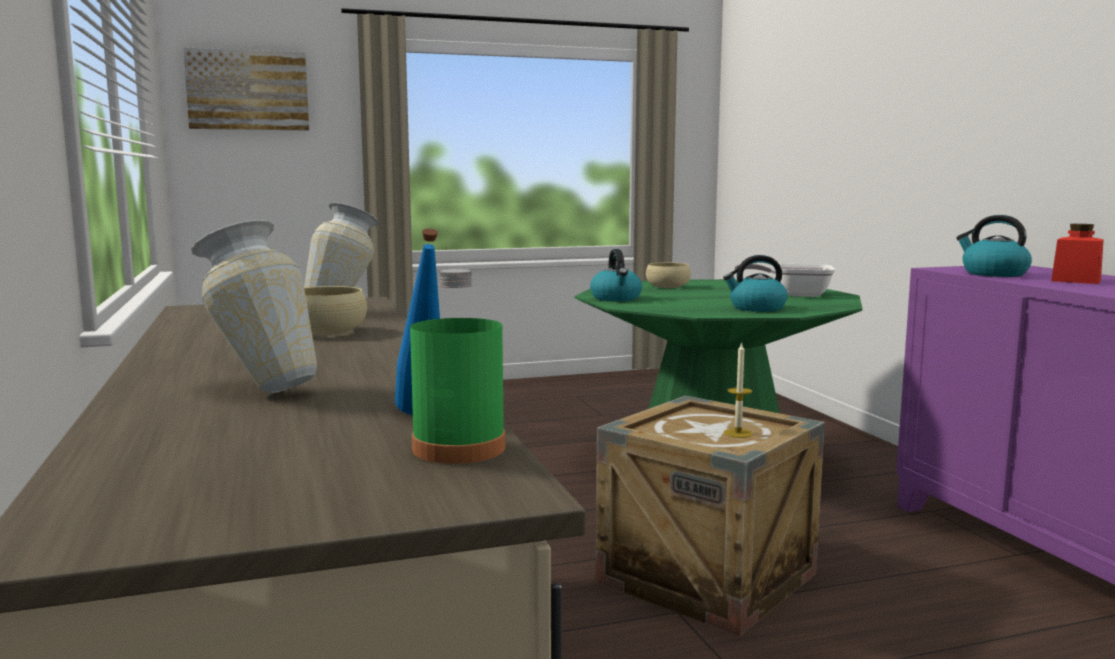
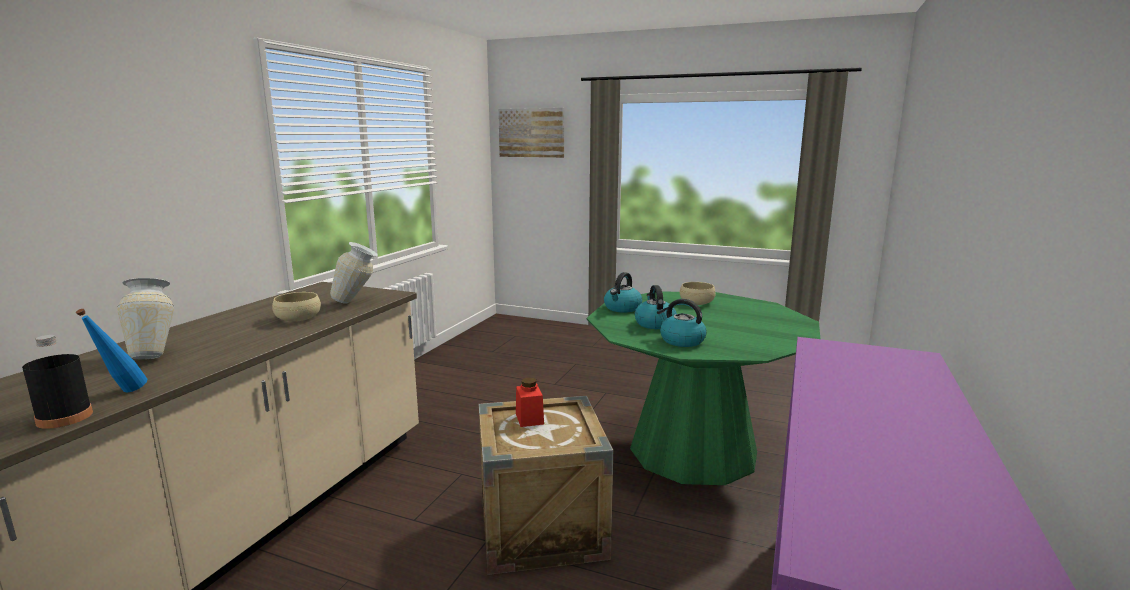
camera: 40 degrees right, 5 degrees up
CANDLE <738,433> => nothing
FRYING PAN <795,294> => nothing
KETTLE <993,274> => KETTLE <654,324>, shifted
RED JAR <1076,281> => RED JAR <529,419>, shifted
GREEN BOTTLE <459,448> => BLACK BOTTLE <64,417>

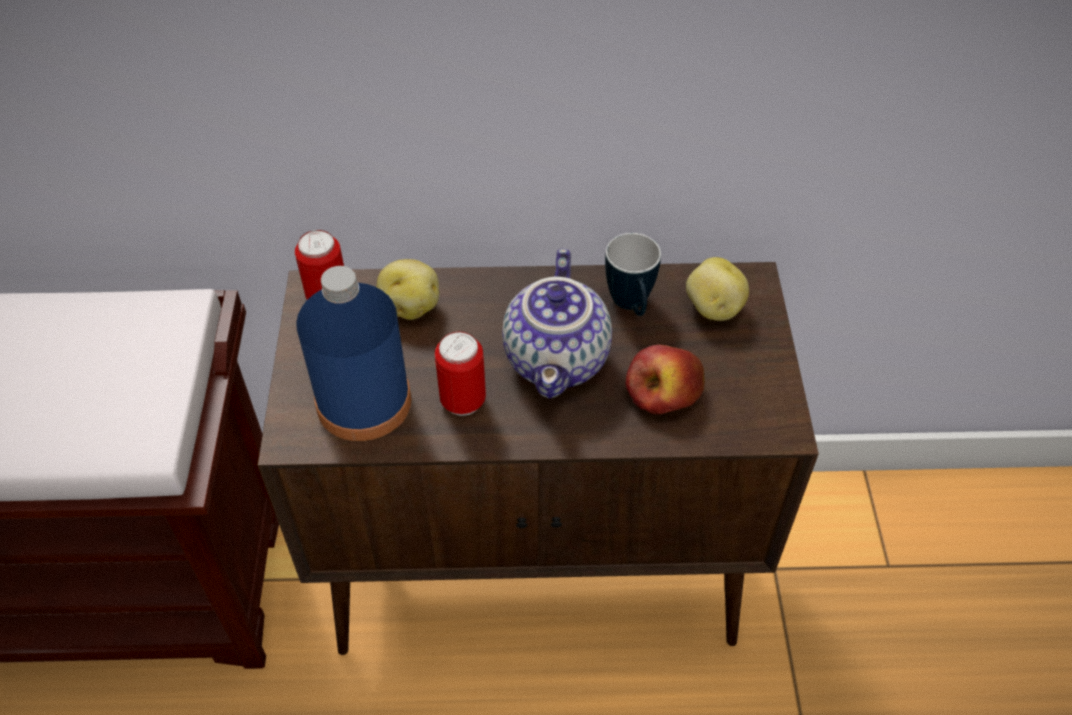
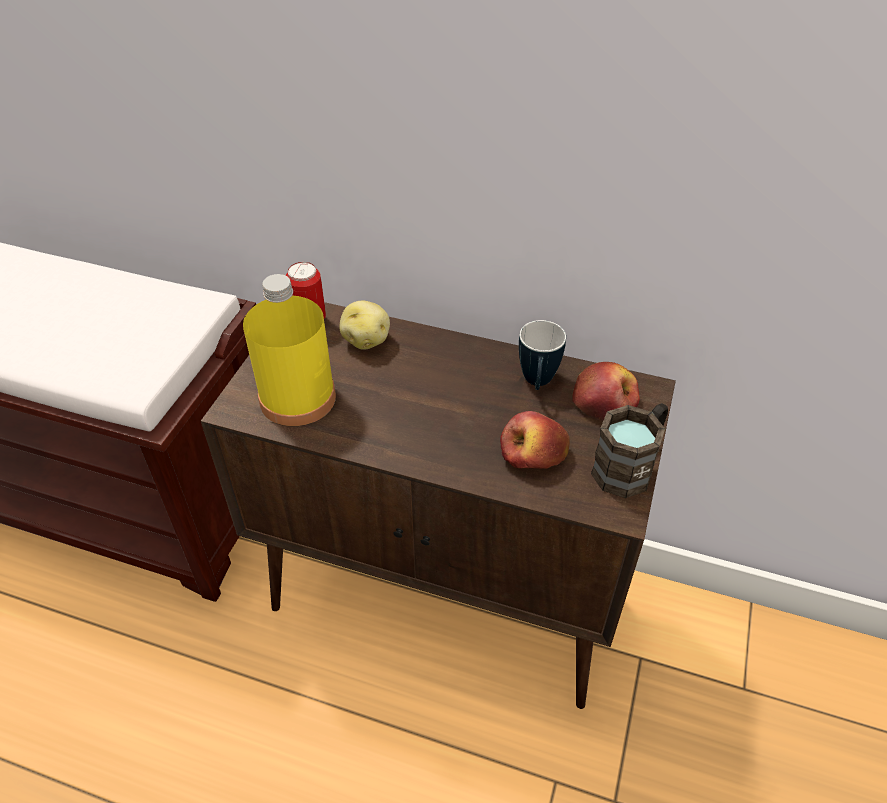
camera: 20 degrees right, 5 degrees down
CAN <463,401> => nothing
TEAPOT <559,361> => nothing
nothing => BROWN MUG <629,466>
POTATO <713,308> => APPLE <604,402>
BLUE BOTTLE <364,402> => YELLOW BOTTLE <297,398>

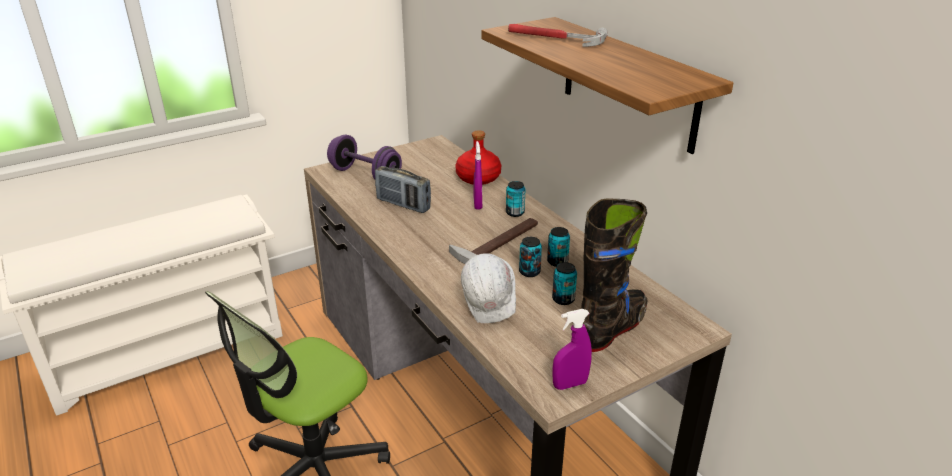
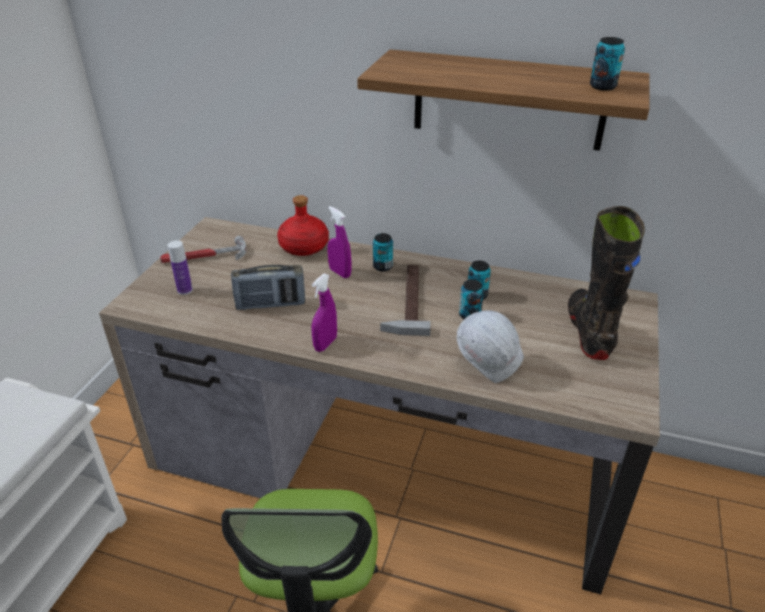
camera: 40 degrees left, 5 degrees up
HAMMER <554,39> => HAMMER <204,257>, shifted
CAN <563,299> => CAN <602,87>, shifted
PURPLE SPRAY BOTTLE <570,384> => PURPLE SPRAY BOTTLE <325,344>, shifted
PURPLE DUMBBELL <365,175> => BOTTLE <185,290>

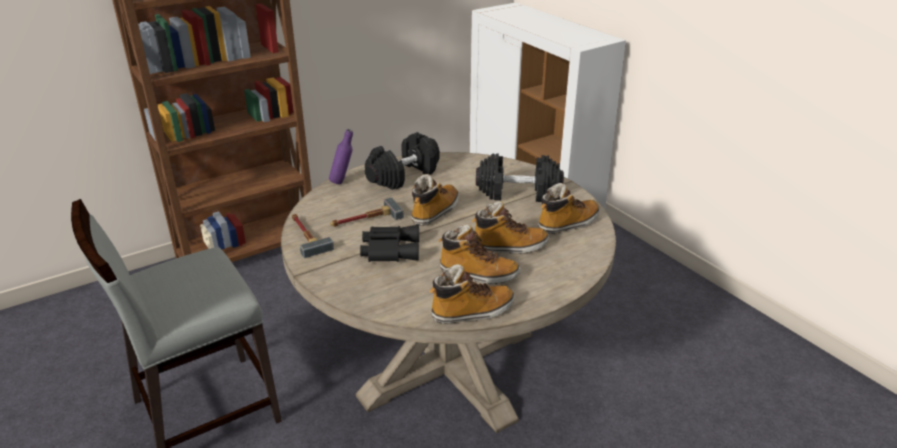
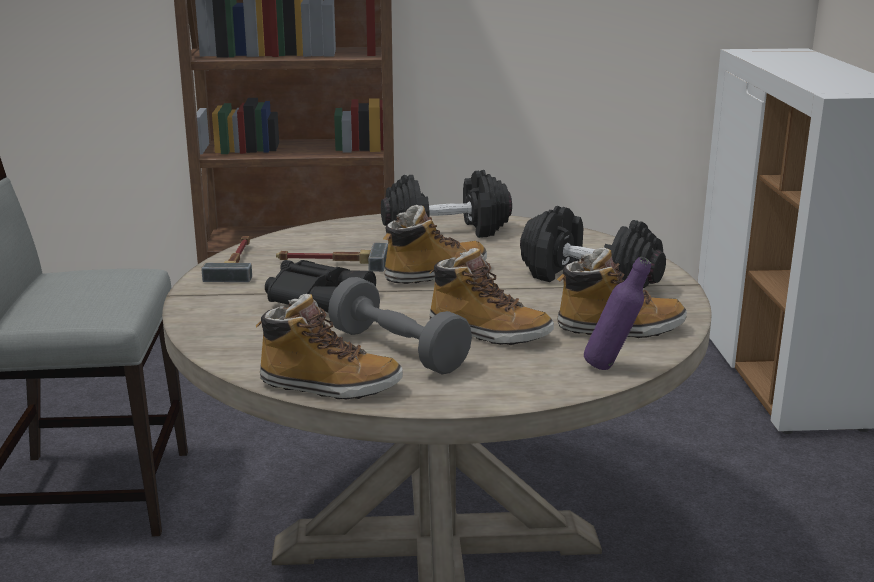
camera: 30 degrees right, 10 degrees down
PURPLE BOTTLE <343,181> => PURPLE BOTTLE <612,367>, shifted
BOOT <478,274> => GREY DUMBBELL <398,350>

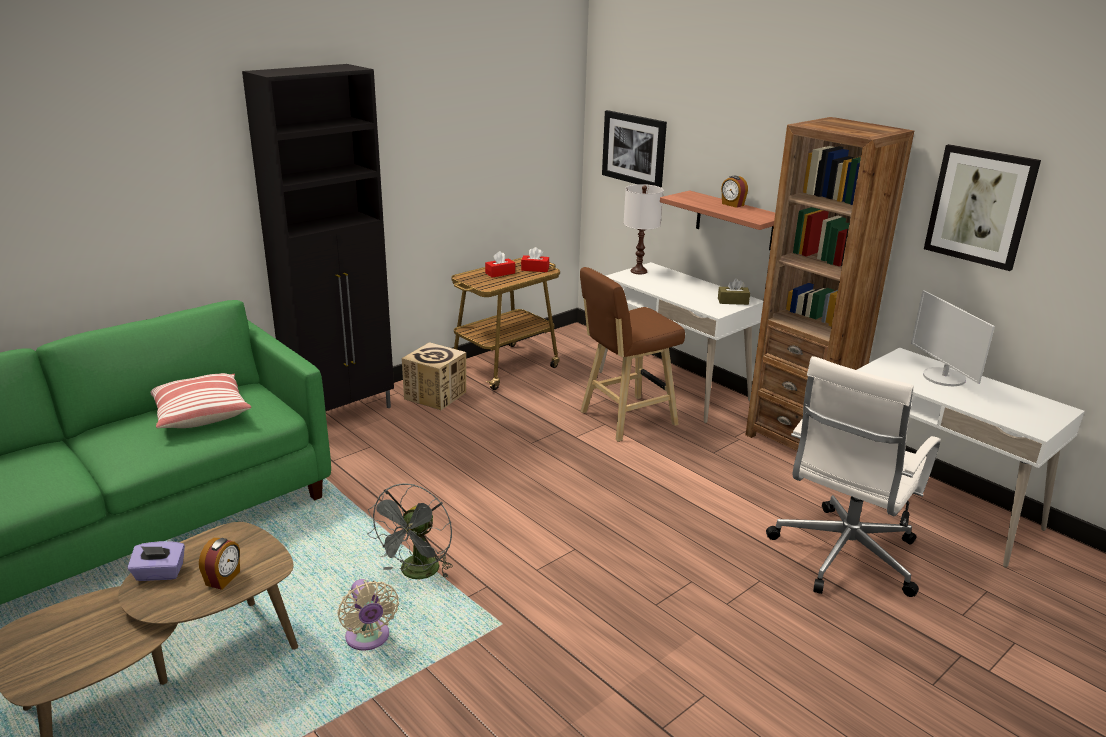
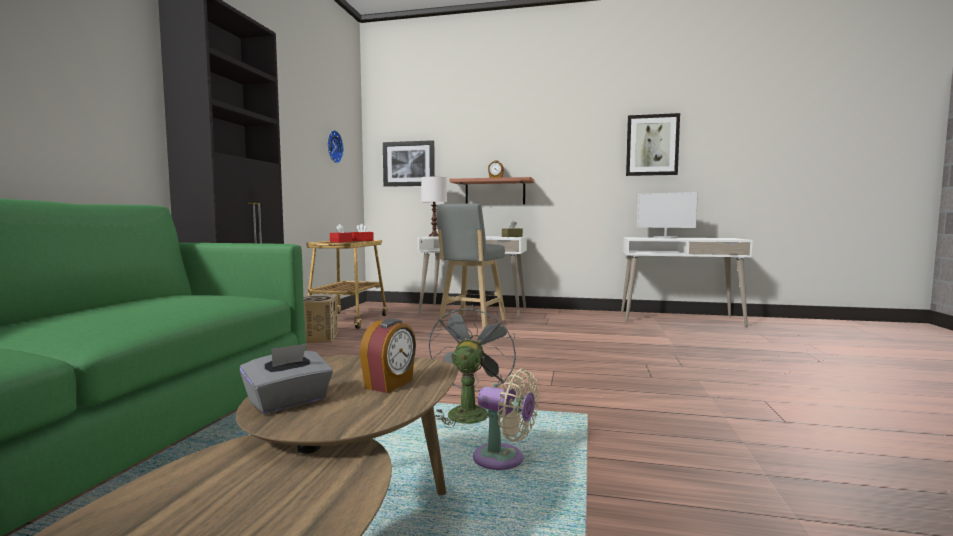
camera: 35 degrees left, 20 degrees down
PILLOW <200,413> => nothing
BROWN BOOKCASE <798,439> => nothing
WHITE OFFICE CHAIR <842,556> => nothing
nothing => WALL CLOCK <333,146>
PURPLE TISSUE BOX <159,573> => GREY TISSUE BOX <289,402>
BROWN STOOL <624,419> => GREY STOOL <471,323>
ALARM CLOCK <223,578> => ALARM CLOCK <390,384>, 45 degrees clockwise
GREY FAN <417,574> => GREY FAN <468,412>, 150 degrees counterclockwise

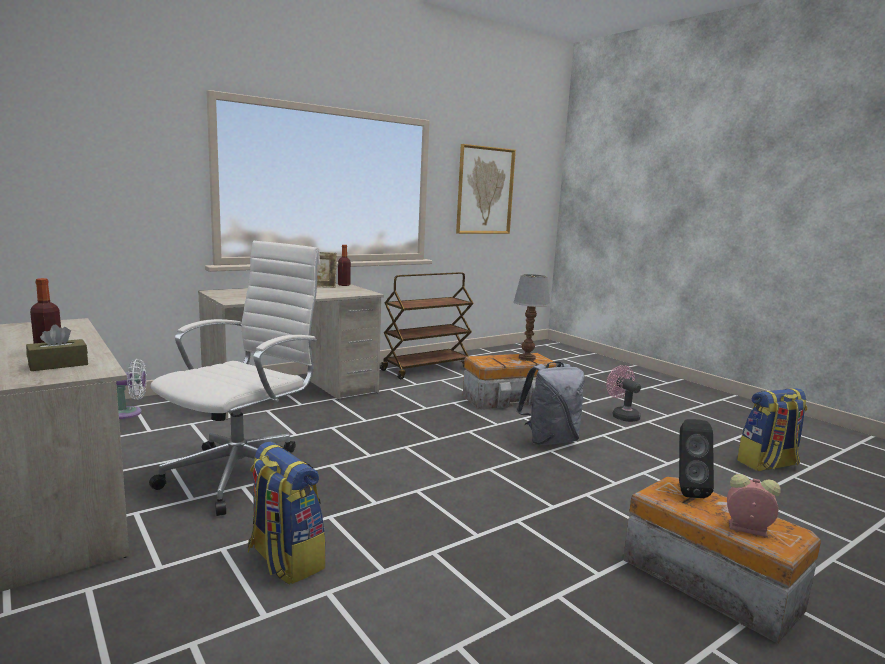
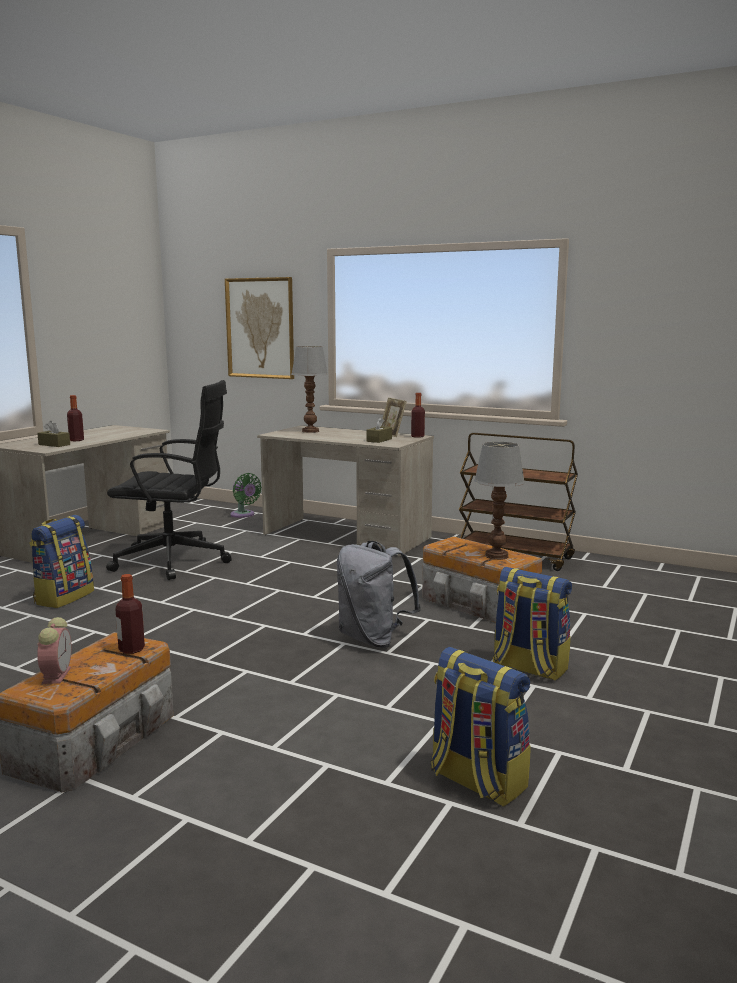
camera: 65 degrees right, 0 degrees up
nothing => TABLE LAMP <310,431>
nothing => BROWN TISSUE BOX <379,440>
PICTURE <485,190> => PICTURE <260,328>, shifted
PINK FAN <622,416> => BACKPACK <528,667>
BLACK SPEAKER <686,490> => BOTTLE <131,649>
WHITE FAN <129,413> => GREEN FAN <244,515>
WHITE OFFICE CHAIR <244,474> => BLACK OFFICE CHAIR <175,561>

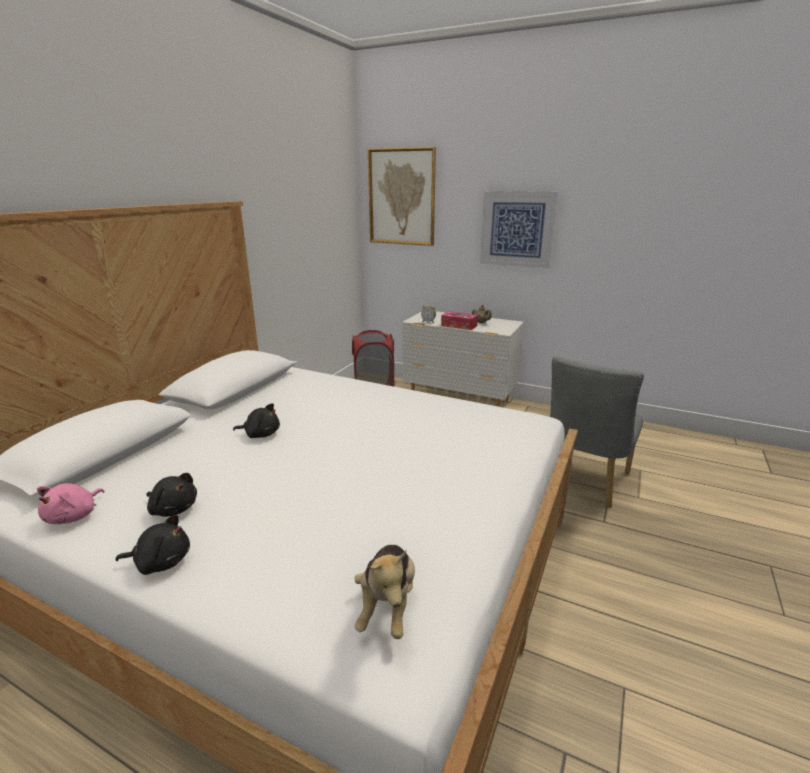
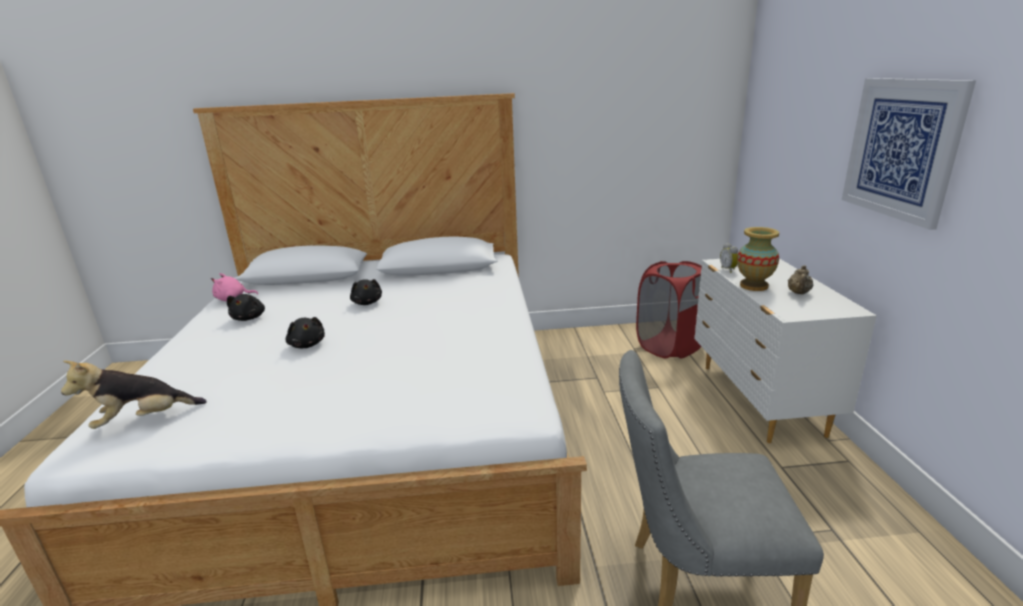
camera: 60 degrees right, 0 degrees up
PICTURE <402,197> => nothing
BLACK PLUSH TOY <161,561> => BLACK PLUSH TOY <307,344>, shifted
TISSUE BOX <459,325> => VASE <754,286>

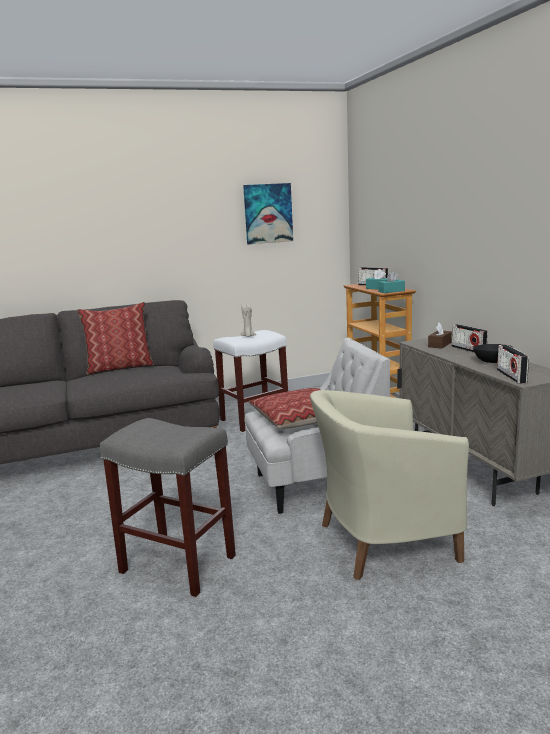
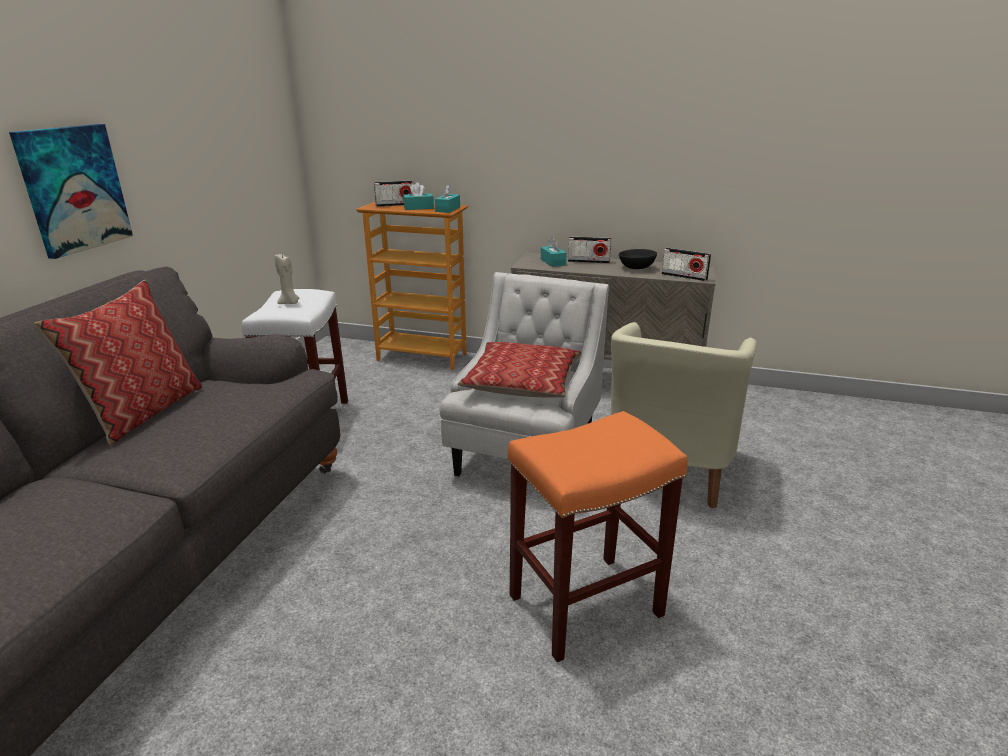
camera: 55 degrees left, 10 degrees up
PICTURE <268,213> => PICTURE <74,189>, shifted
GREY STOOL <179,564> => ORANGE STOOL <586,604>
BROWN TISSUE BOX <439,345> => TURQUOISE TISSUE BOX <553,262>

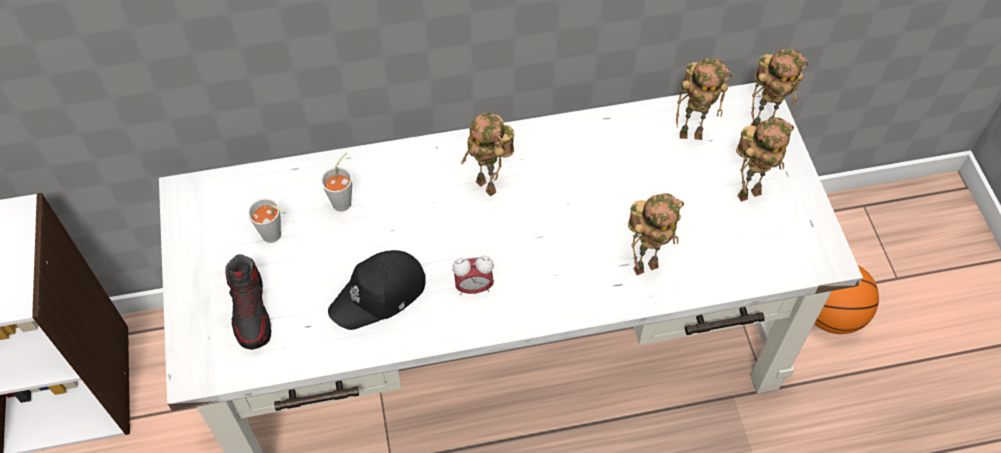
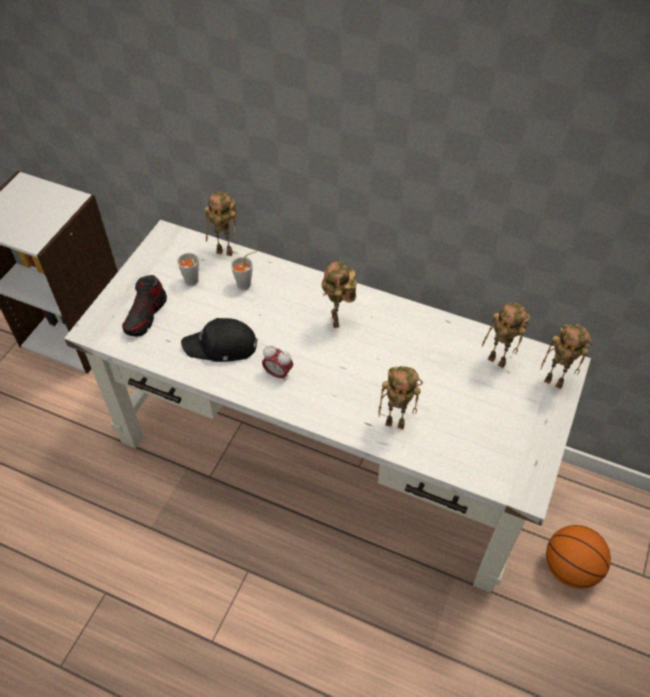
camera: 35 degrees right, 5 degrees down
TOY ROBOT <749,192> => TOY ROBOT <226,251>, shifted

